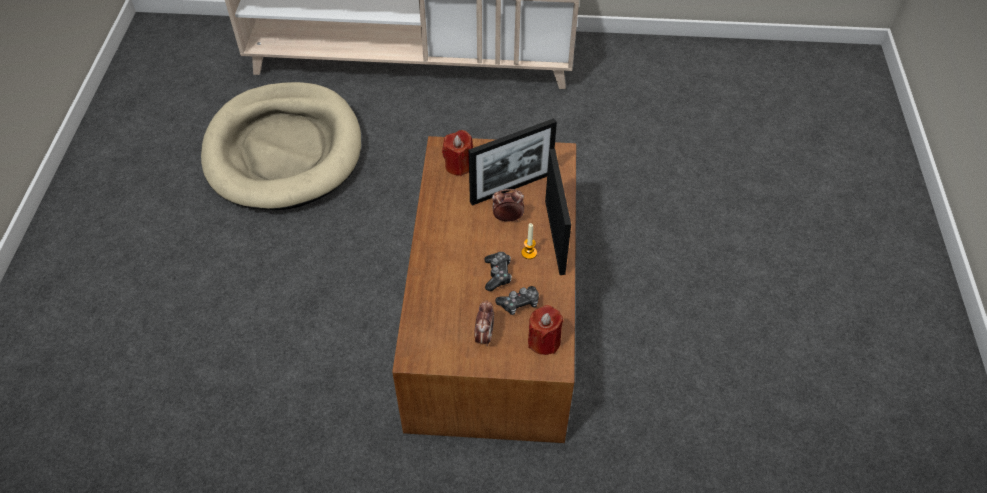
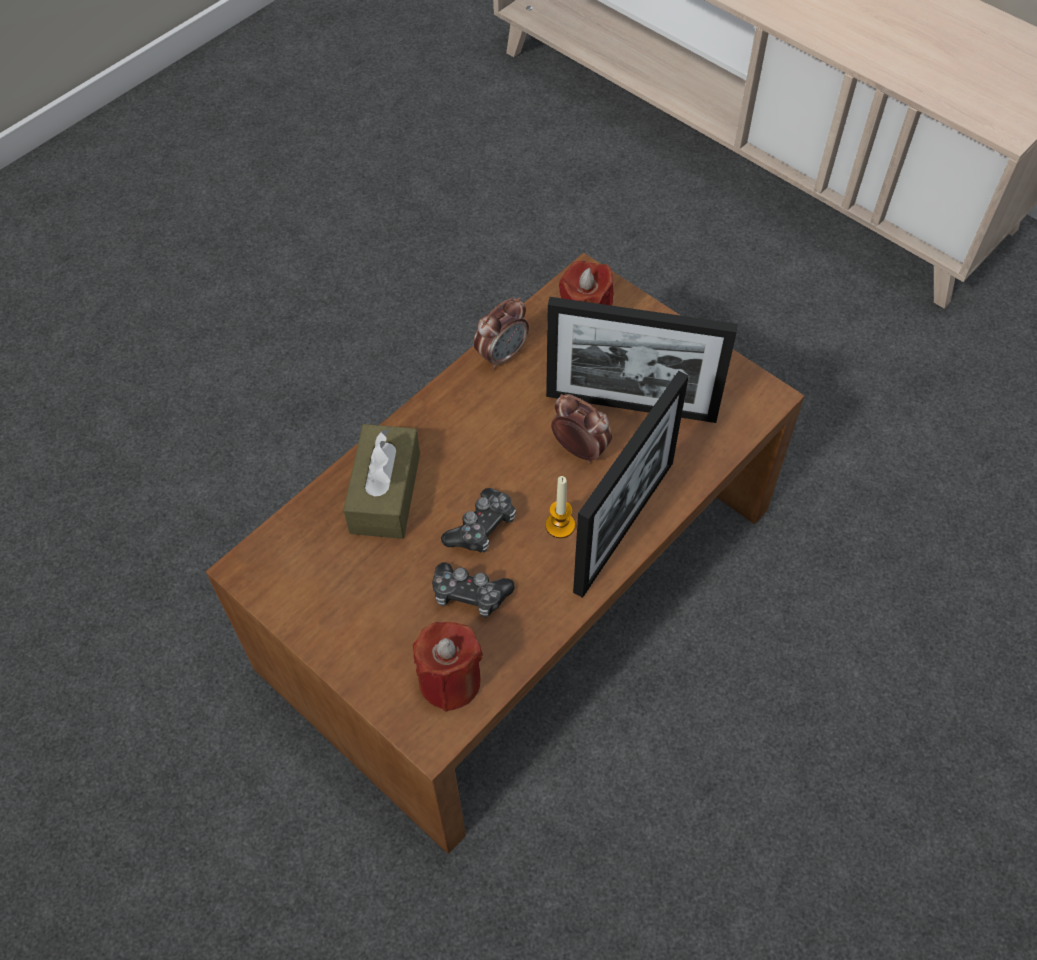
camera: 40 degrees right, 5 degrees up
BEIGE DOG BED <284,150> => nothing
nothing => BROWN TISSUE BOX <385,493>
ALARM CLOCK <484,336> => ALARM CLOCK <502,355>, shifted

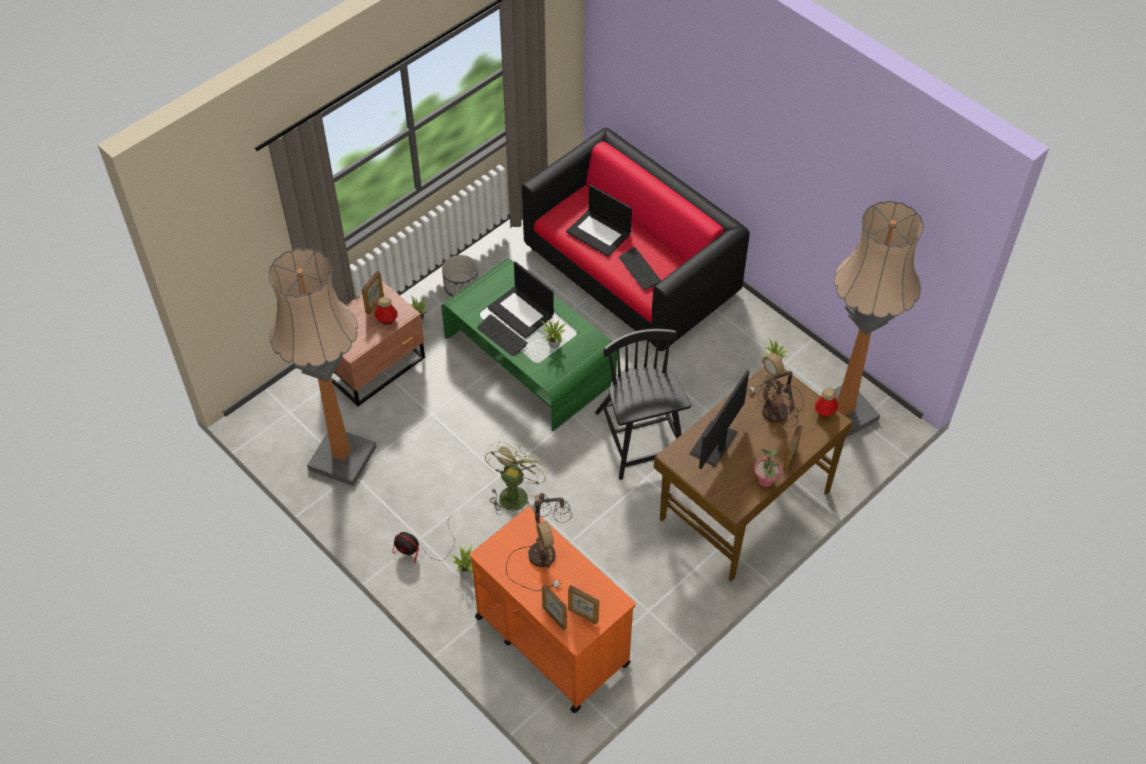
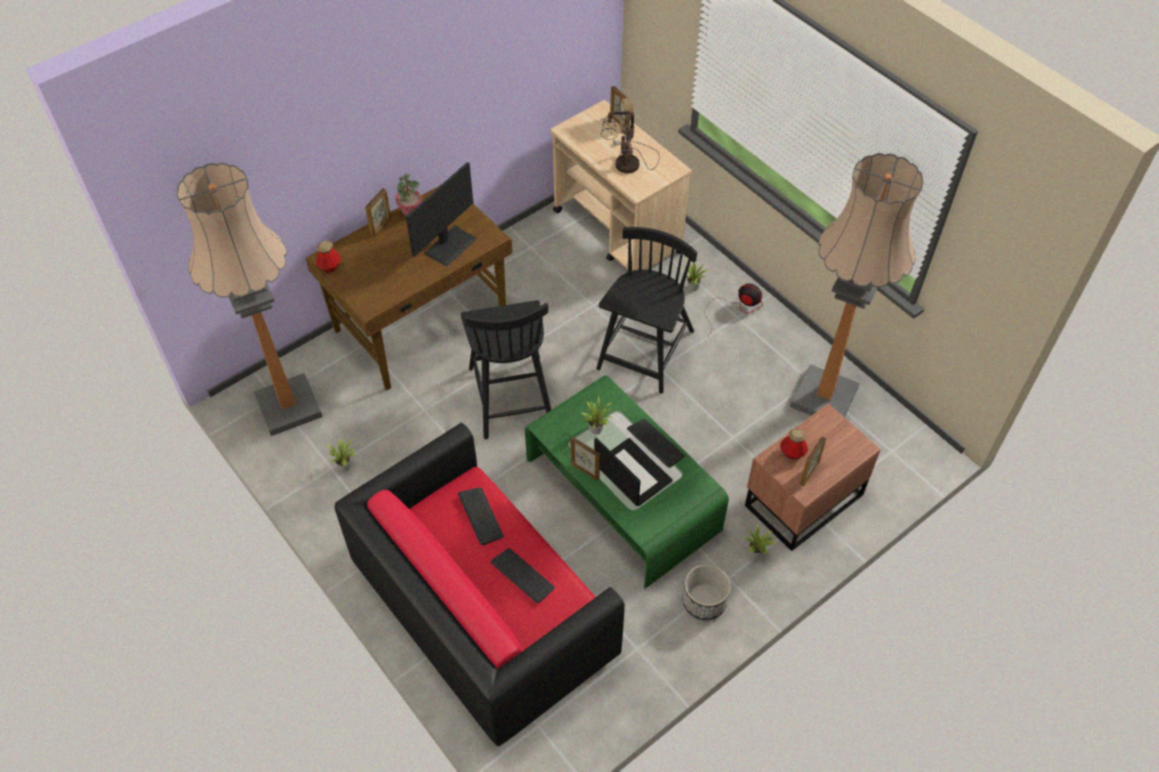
camera: 175 degrees left, 0 degrees up
TABLE LAMP <774,414> => nothing
PICTURE FRAME <583,615> => PICTURE FRAME <585,470>, shifted
GREEN FAN <514,492> => BLACK CHAIR <645,352>
LAPTOP <599,233> => KEYBOARD <522,576>
ORANGE CART <551,639> => BEIGE CART <618,232>

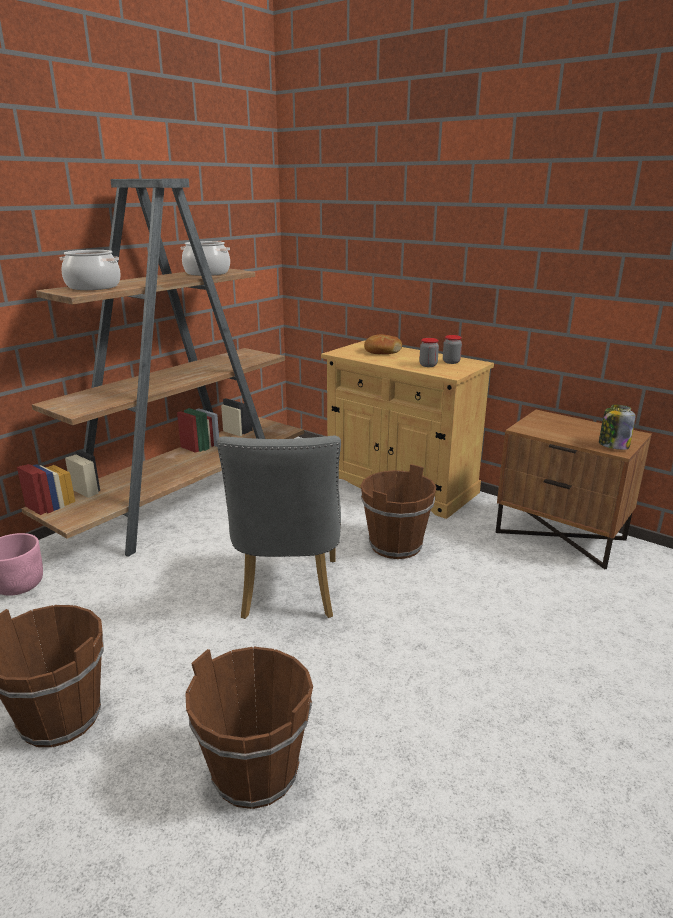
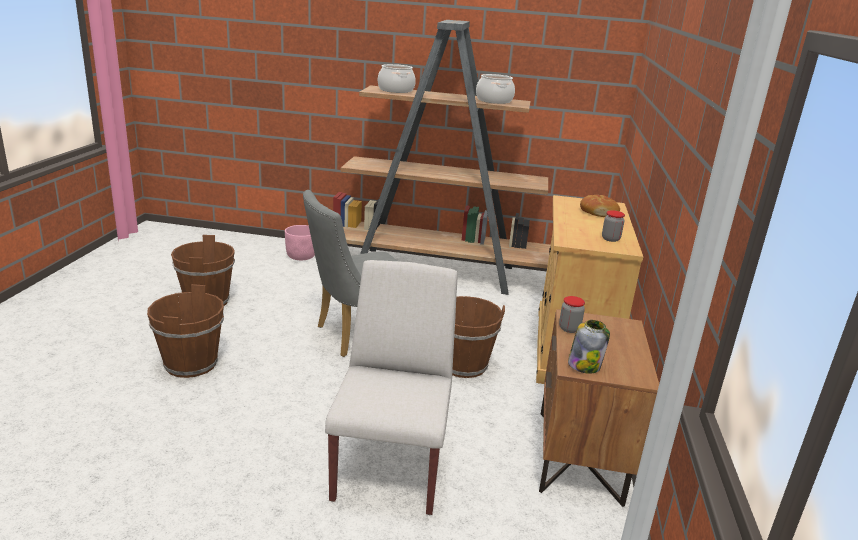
camera: 60 degrees right, 0 degrees up
nothing => WHITE CHAIR <391,465>
JAR <428,365> => JAR <569,329>, shifted

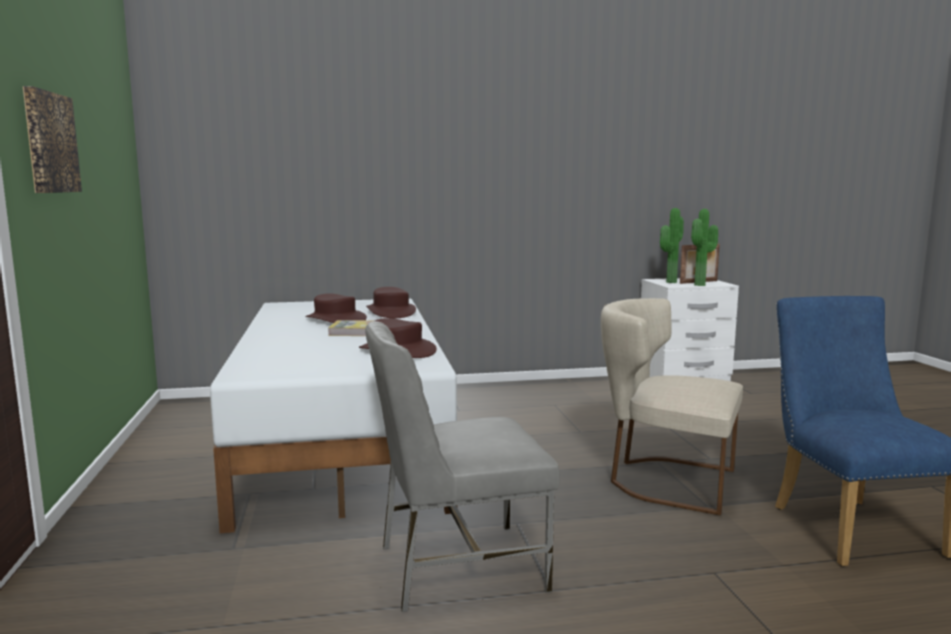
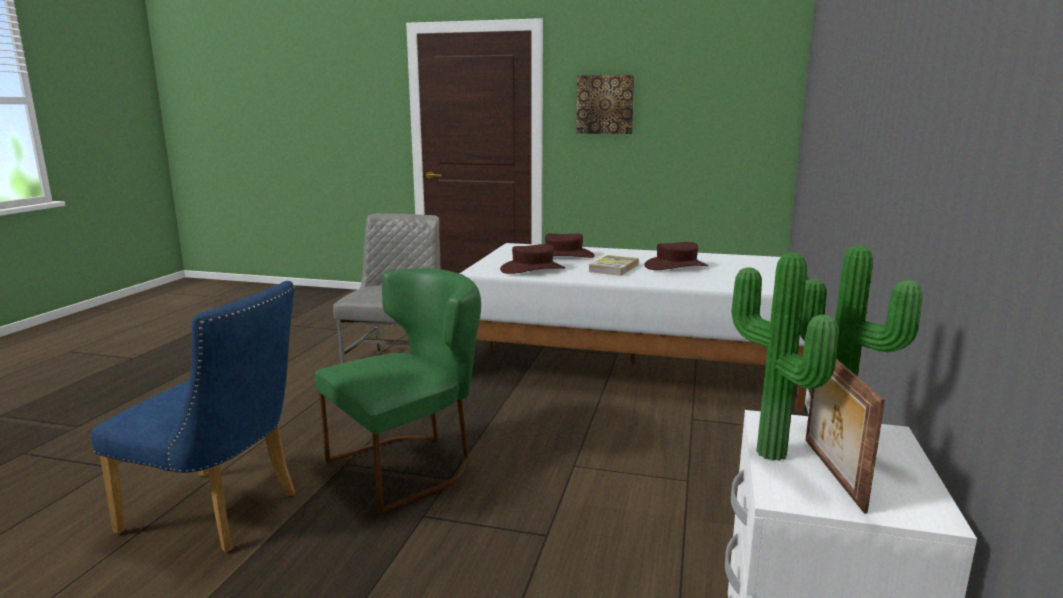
camera: 115 degrees right, 5 degrees up
BROWN HAT <391,312> => BROWN HAT <563,256>, shifted
BEIGE CHAIR <664,480> => GREEN CHAIR <410,464>

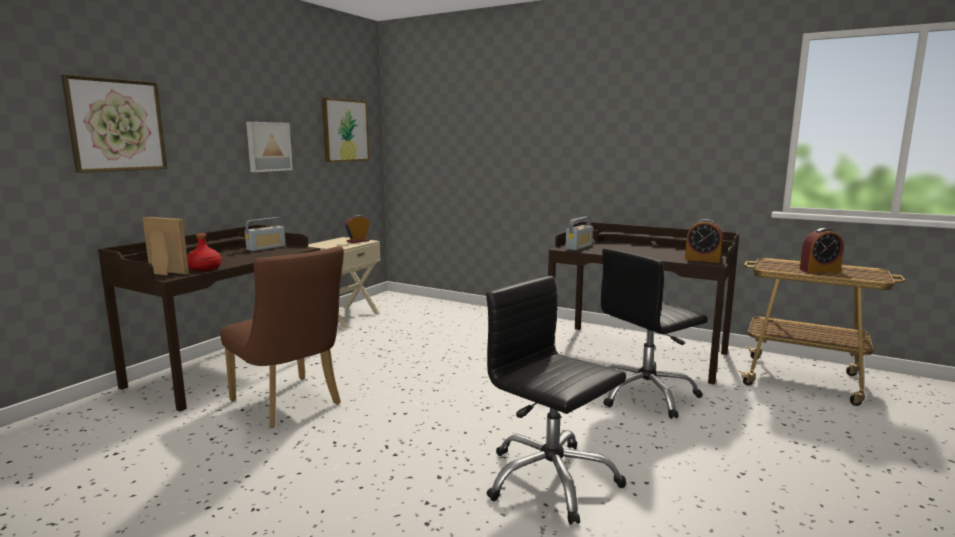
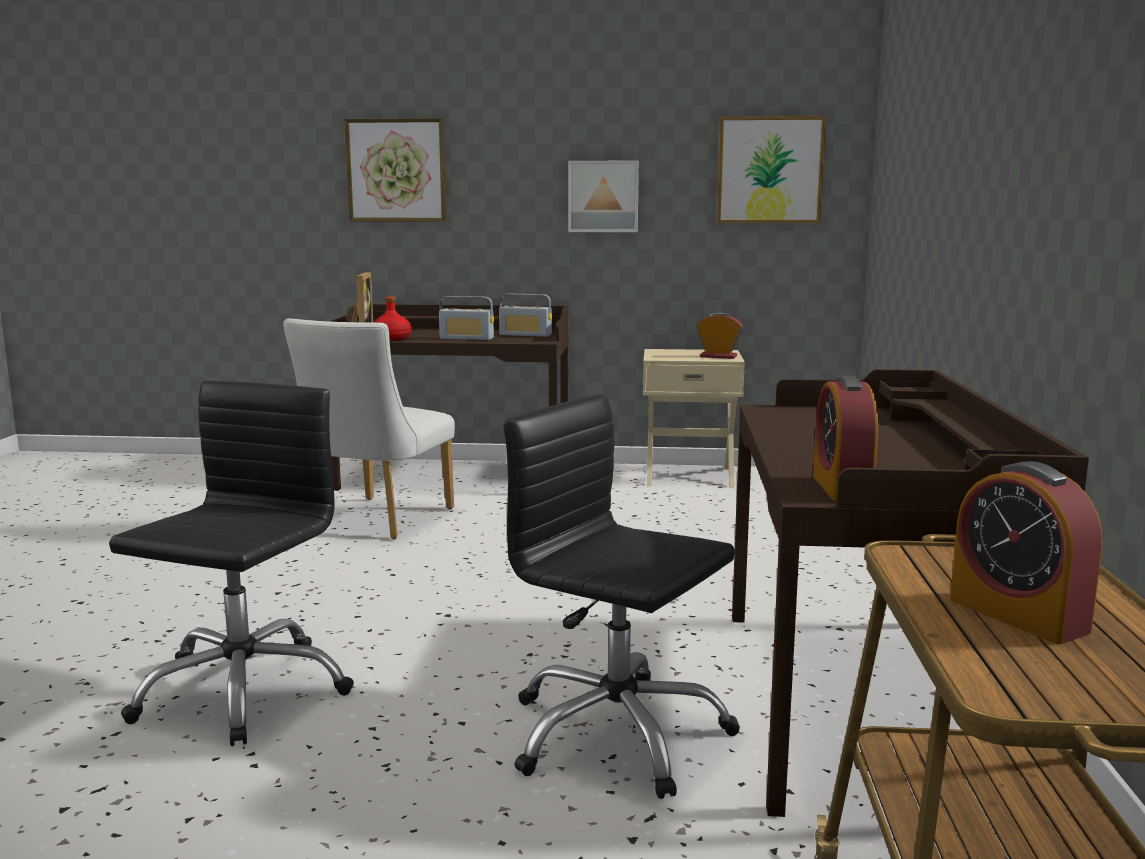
camera: 65 degrees right, 0 degrees up
RADIO <579,247> => RADIO <466,338>, shifted
BROWN CHAIR <290,404> => WHITE CHAIR <376,521>

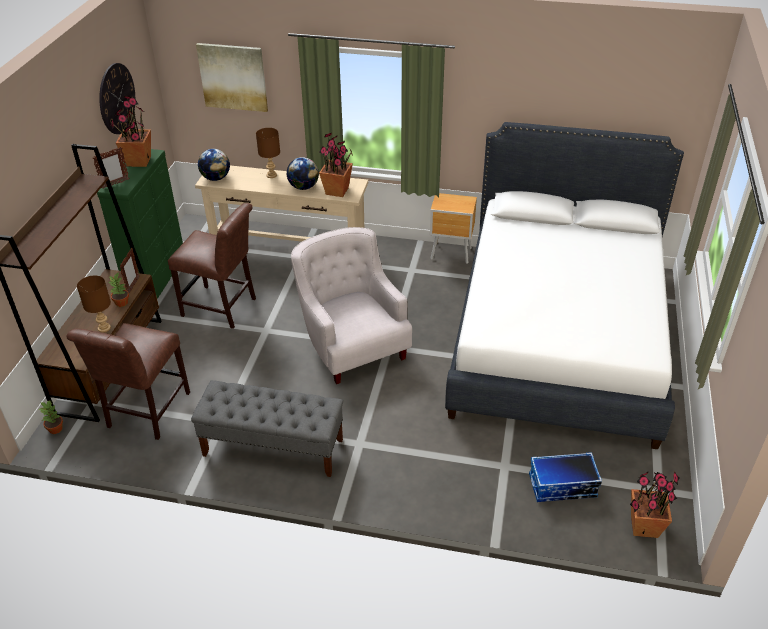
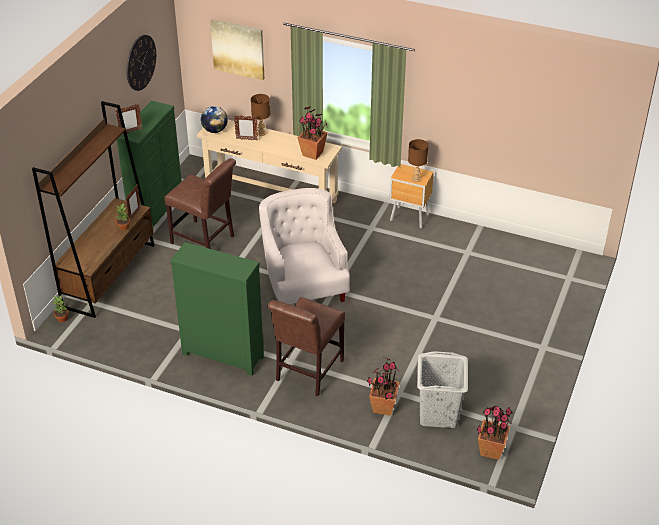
camera: 10 degrees right, 0 degrees up
GLOBE <303,187> => nothing
WHITE BED <558,336> => nothing
nothing => PICTURE FRAME <246,139>
BROWN CHAIR <146,413> => BROWN CHAIR <307,372>, shifted
BROWN TABLE LAMP <104,328> => BROWN TABLE LAMP <416,179>, shifted
POTTED PLANT <138,161> => POTTED PLANT <383,407>, shifted
GREY BENCH <272,447> => GREEN DRESSER <223,355>
STORAGE BOX <562,487> => GREY LAUNDRY BASKET <438,414>

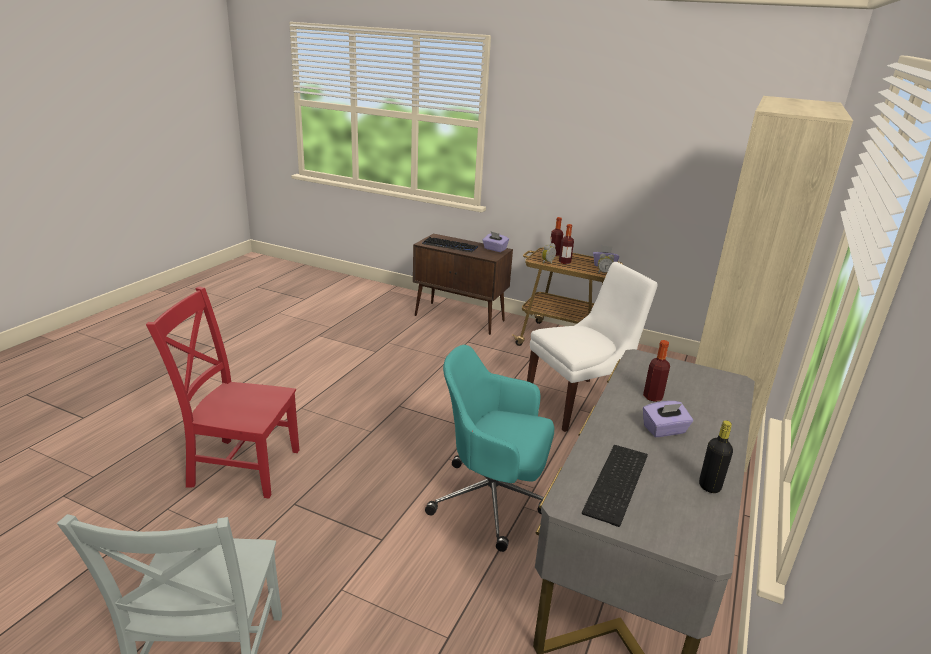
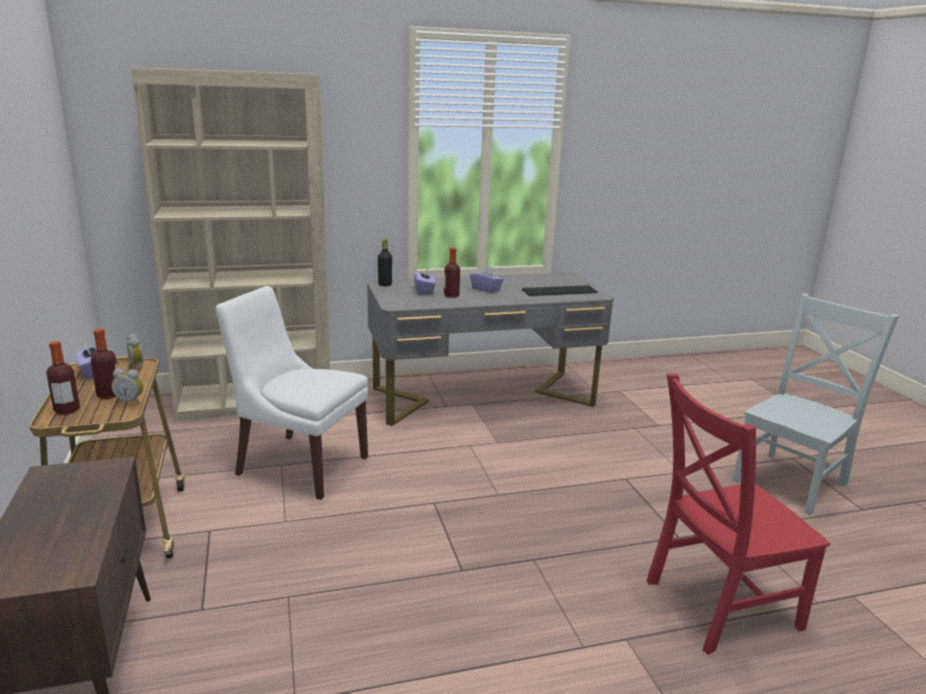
camera: 130 degrees left, 5 degrees down
KEYBOARD <450,246> => nothing
TURQUOISE OFFICE CHAIR <492,501> => nothing
PURPLE TISSUE BOX <494,249> => PURPLE TISSUE BOX <424,291>, shifted
BLACK BOTTLE <709,486> => BLACK BOTTLE <385,284>, shifted
RED CHAIR <240,466> => RED CHAIR <716,605>, 105 degrees clockwise

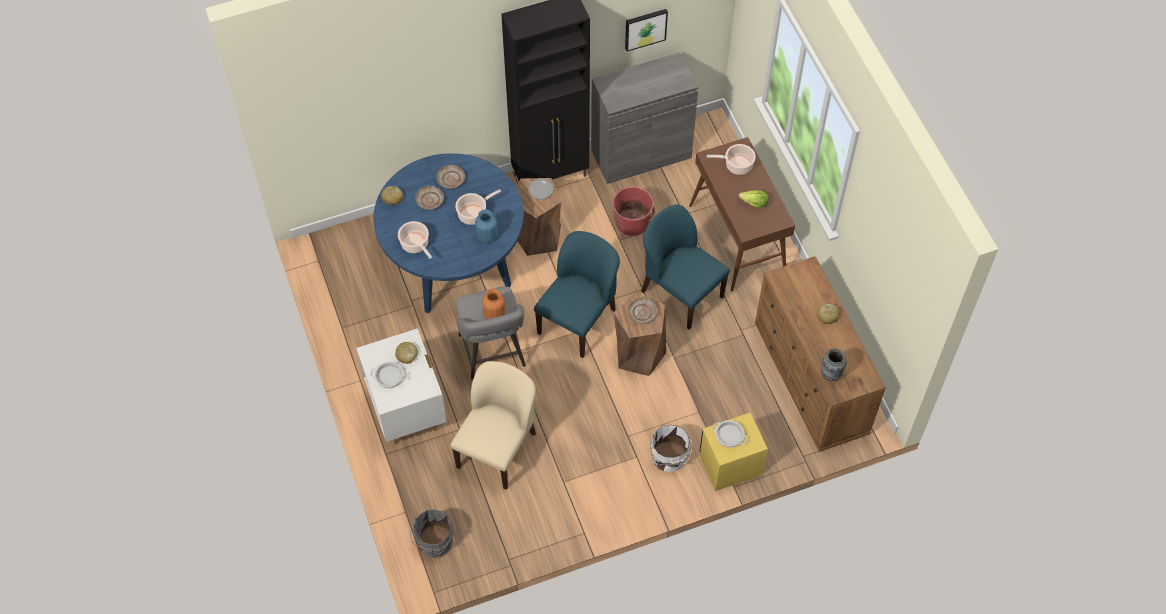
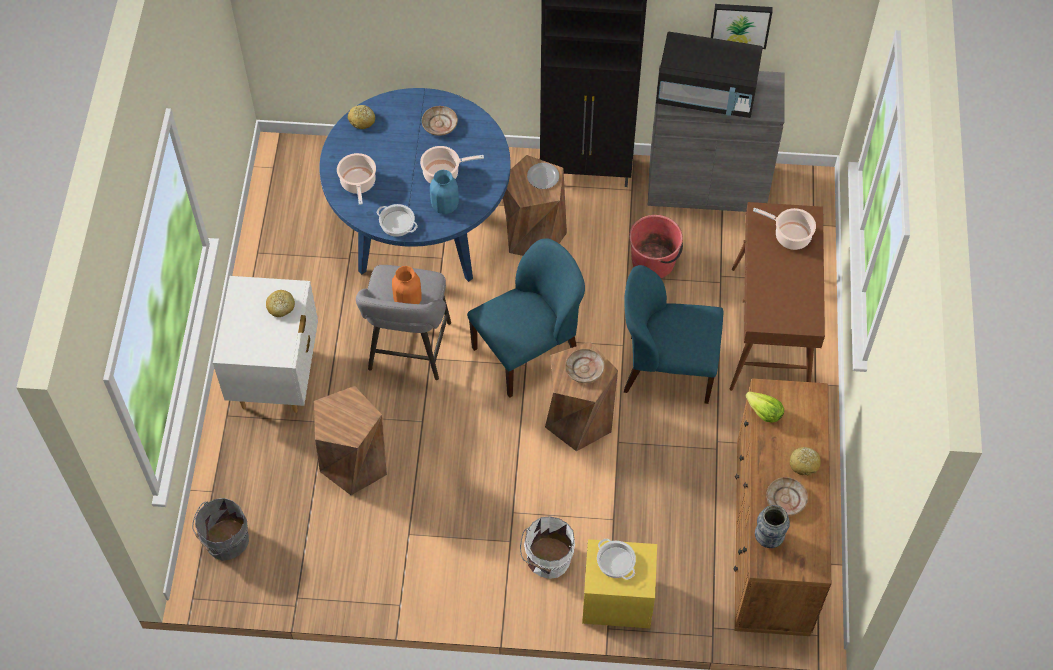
camera: 25 degrees right, 0 degrees up
nothing => BLACK MICROWAVE <706,94>
COOKING POT <389,377> => COOKING POT <396,223>, shifted
BEIGE PLATE <430,200> => BEIGE PLATE <786,499>, shifted
LETTUCE <754,203> => LETTUCE <763,412>, shifted
BEIGE CHAIR <497,449> => BROWN STOOL <354,463>
BLUE CHAIR <680,293> => BLUE CHAIR <666,368>, 60 degrees counterclockwise

